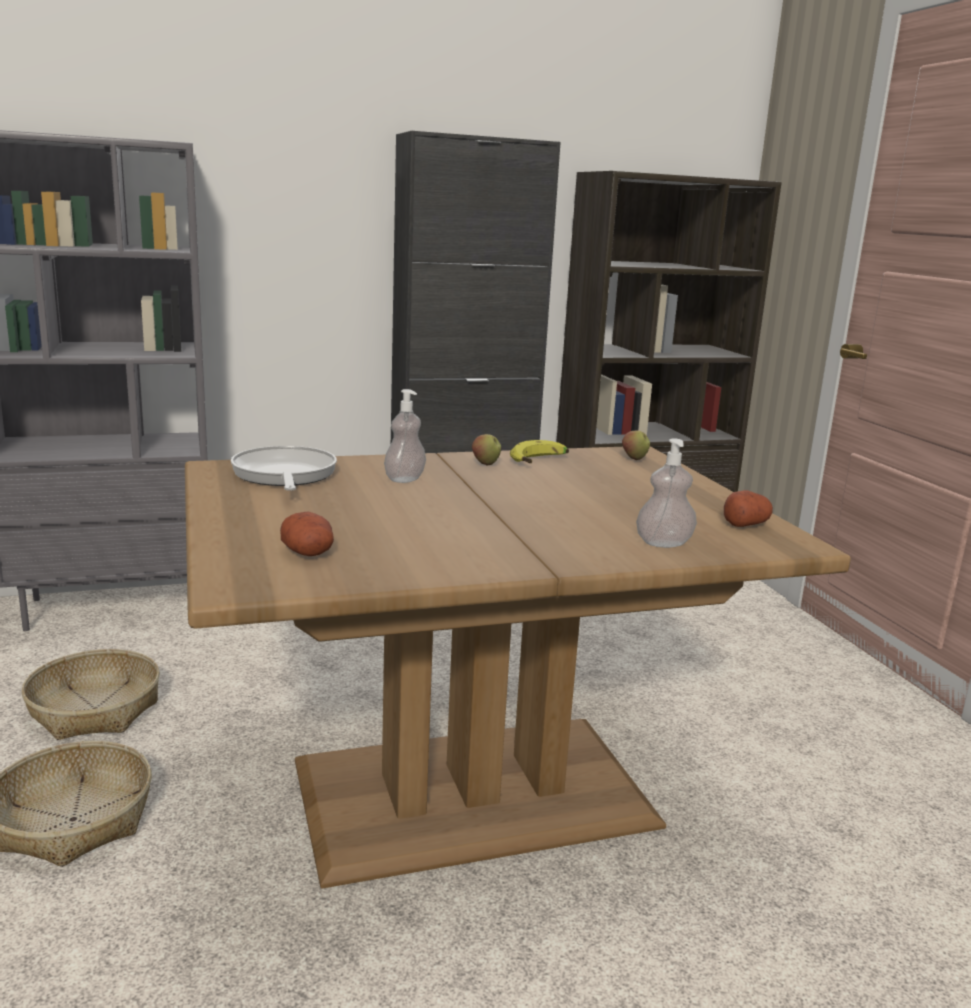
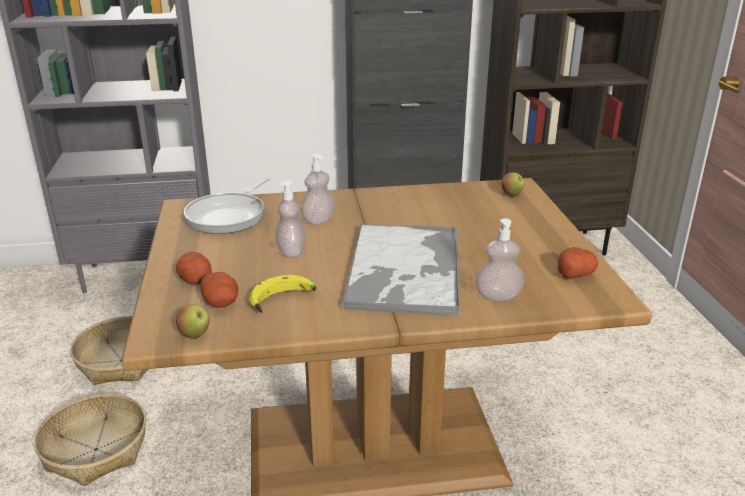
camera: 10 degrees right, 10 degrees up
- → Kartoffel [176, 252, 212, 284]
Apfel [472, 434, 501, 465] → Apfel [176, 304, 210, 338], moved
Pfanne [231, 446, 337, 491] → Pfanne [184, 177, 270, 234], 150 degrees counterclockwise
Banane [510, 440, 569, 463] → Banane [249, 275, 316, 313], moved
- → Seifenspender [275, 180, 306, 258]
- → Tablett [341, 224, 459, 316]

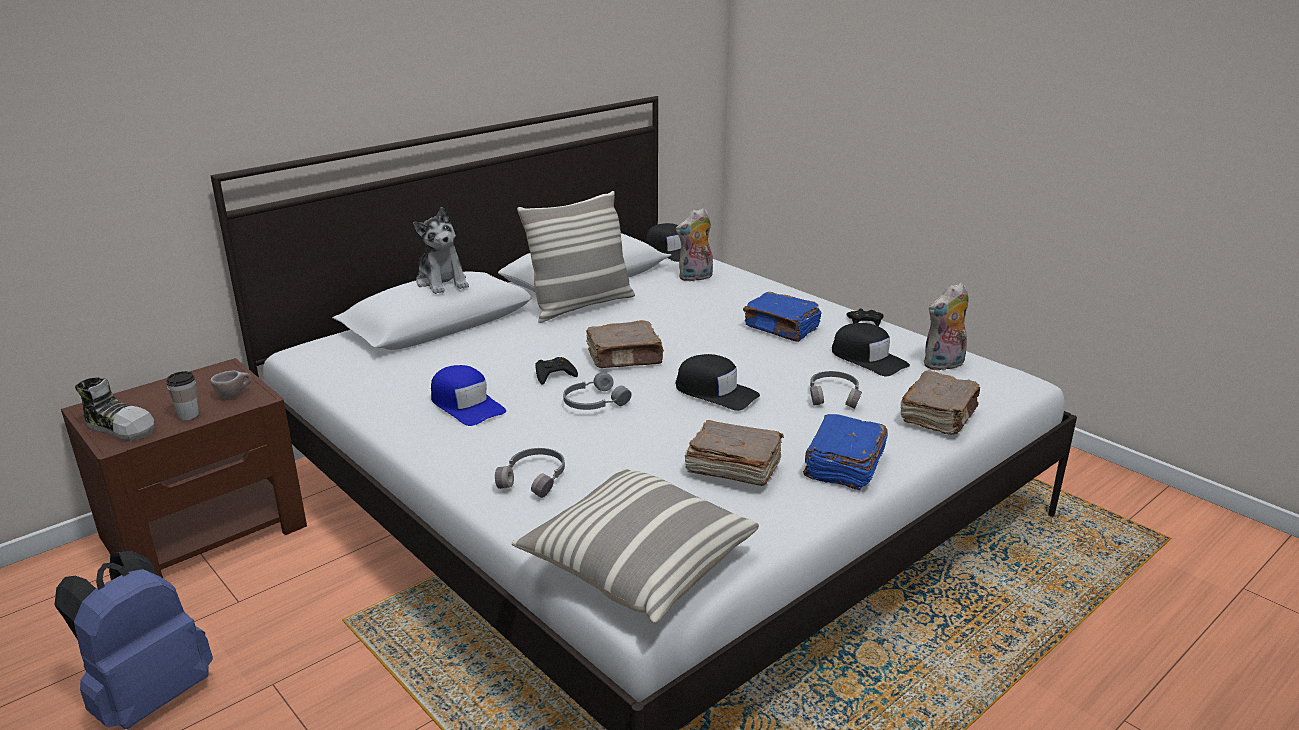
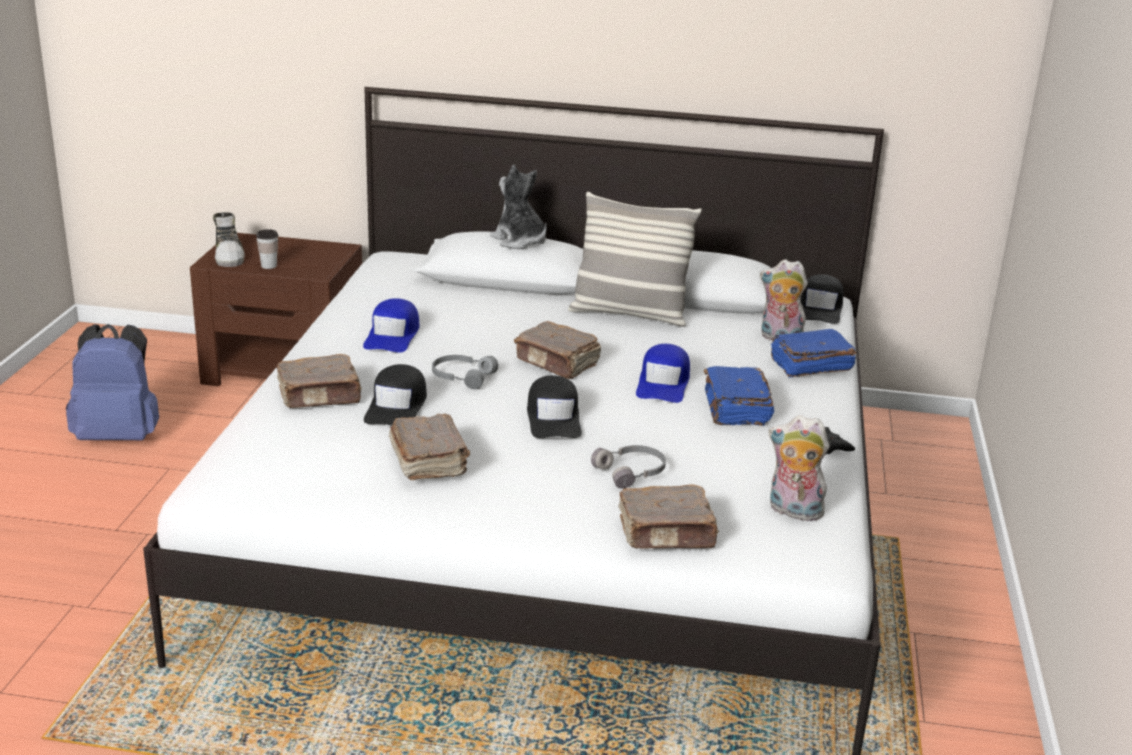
camera: 50 degrees right, 0 degrees up
Kopfhörer/grau [495, 448, 565, 498] → Buch/braun [277, 354, 362, 408]
Kappe/schwarz [832, 323, 910, 376] → Kappe/schwarz [364, 364, 427, 426], moved
Plüschtier [413, 207, 469, 294] → Plüschtier [490, 165, 547, 249], 120 degrees clockwise
- → Kappe/blau [636, 344, 690, 403]
Buch/blau [803, 414, 888, 490] → Buch/blau [770, 329, 857, 378], moved
Tasse/beige [210, 371, 252, 399] → -
Kissen [512, 468, 759, 624] → -
Gamepad/schwarz [535, 357, 578, 385] → -

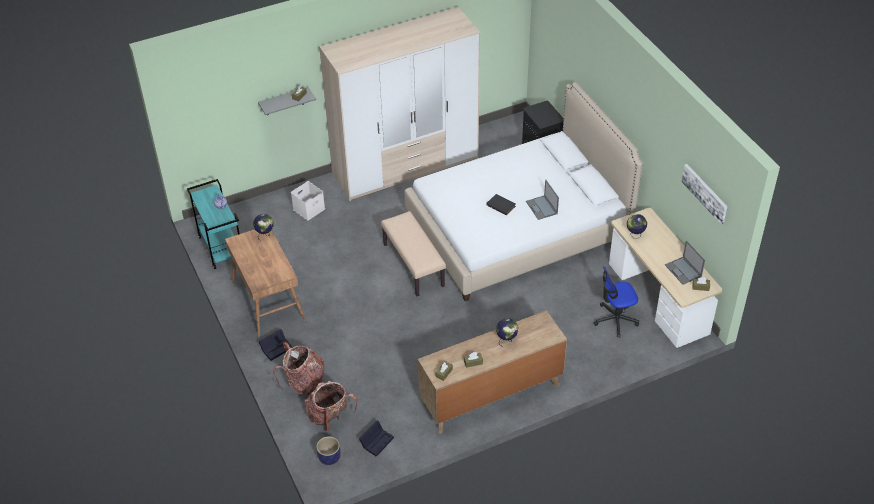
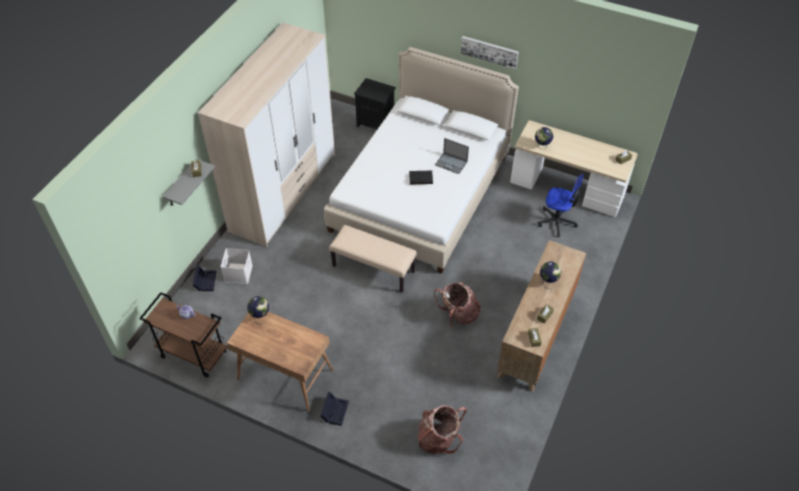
camera: 40 degrees left, 5 degrees up
Rollwagen/türkis [187, 179, 240, 269] → Rollwagen/braun [139, 292, 227, 378]
Aufbewahrungsbox/schwarz [359, 420, 394, 456] → Aufbewahrungsbox/schwarz [193, 265, 216, 291], moved
Rucksack [274, 342, 325, 395] → Rucksack [434, 282, 481, 329], moved
Bild [681, 164, 727, 224] → Bild [461, 36, 519, 69], moved
Bürostuhl [594, 266, 639, 338] → Bürostuhl [538, 174, 584, 237], 105 degrees counterclockwise
Pflanzkübel [316, 436, 341, 465] → -
Laptop [665, 241, 705, 285] → -

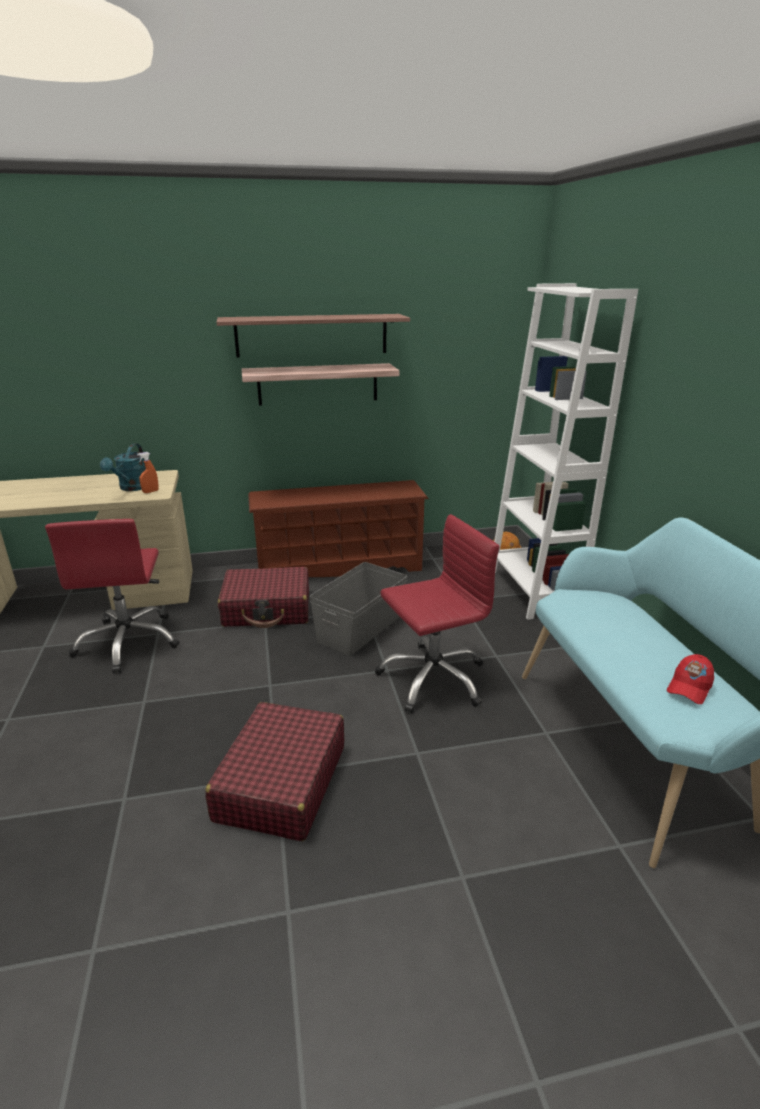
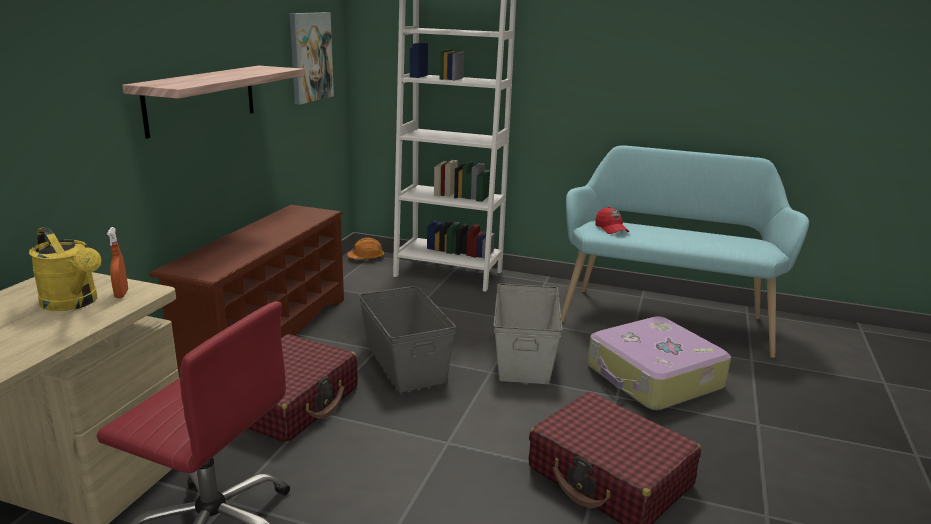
camera: 60 degrees left, 5 degrees down
Gießkanne/türkis [100, 443, 146, 491] → Gießkanne/gelb [29, 227, 101, 311]
- → Bild [290, 12, 334, 105]
Bürostuhl/rot [375, 514, 499, 713] → Aufbewahrungsbox/grau [494, 283, 563, 384]
- → Koffer [588, 316, 731, 410]
Kappe/rot [667, 654, 714, 704] → Kappe/rot [596, 207, 629, 234], moved
Wandregal [216, 314, 410, 358] → -

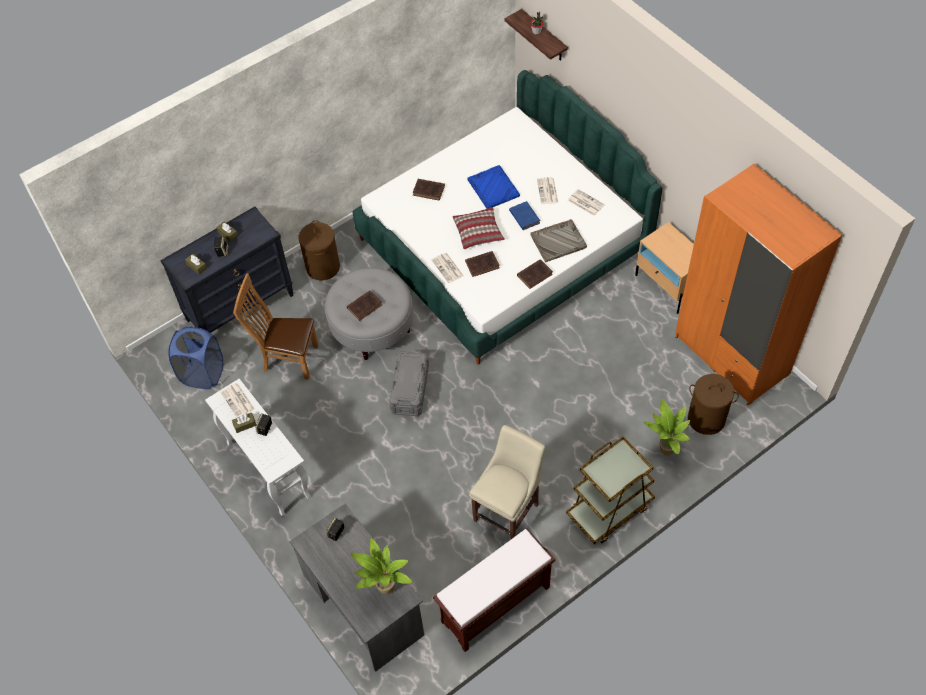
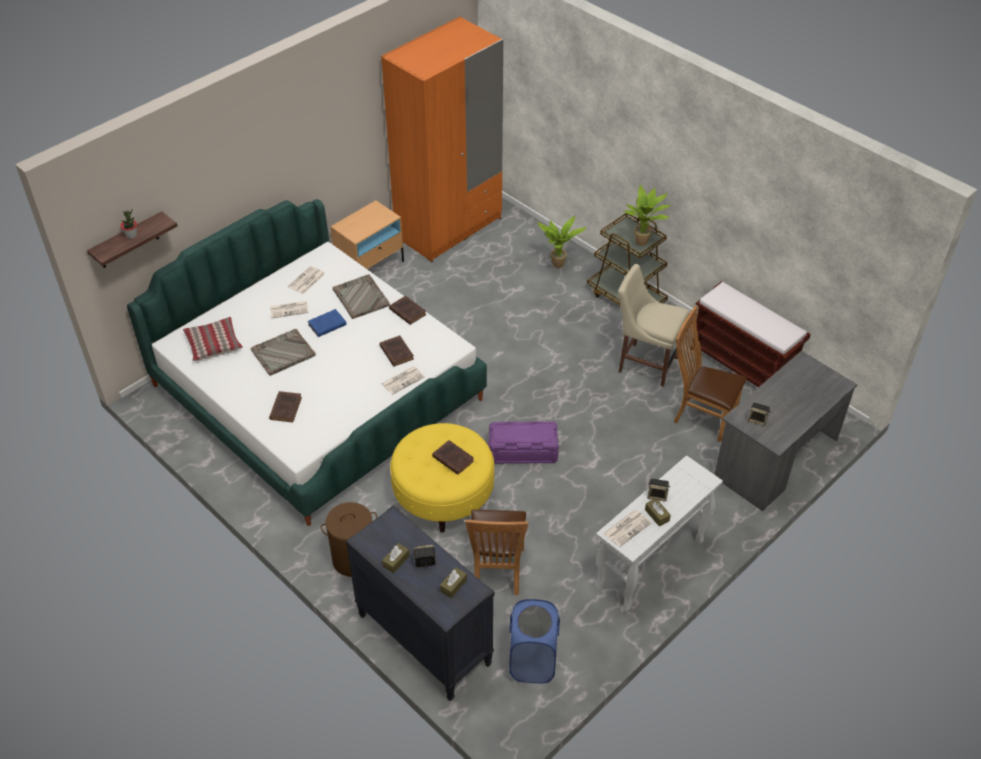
camera: 100 degrees left, 10 degrees down
Kissen [452, 207, 505, 249] → Kissen [183, 317, 243, 361], moved
Tablett/blau [467, 165, 520, 209] → Tablett/grau [251, 329, 316, 376]
Polsterhocker/grau [325, 268, 413, 360] → Polsterhocker/gelb [390, 423, 494, 533]
Aufbewahrungsbox/grau [389, 351, 429, 416] → Aufbewahrungsbox/lila [489, 421, 559, 464]
Topfpflanze [351, 538, 412, 594] → Topfpflanze [624, 184, 672, 246], moved
- → Stuhl/braun [674, 306, 747, 442]
Wäschekorb/braun [688, 374, 739, 435] → -

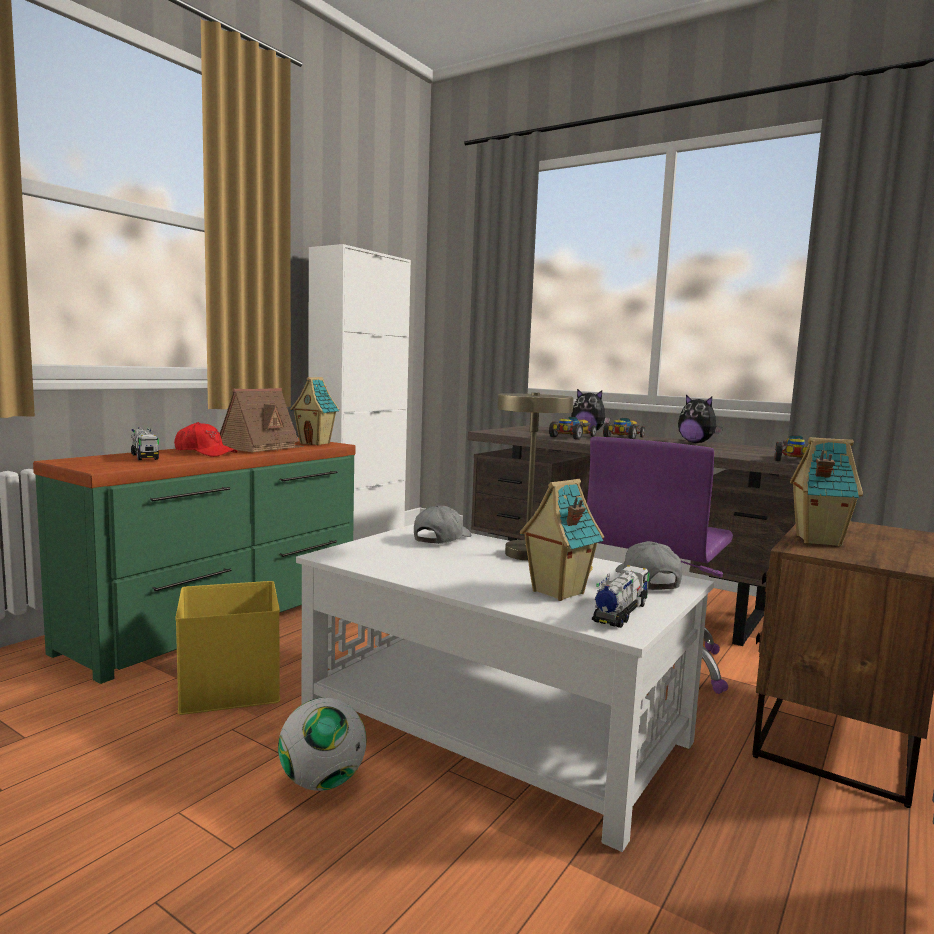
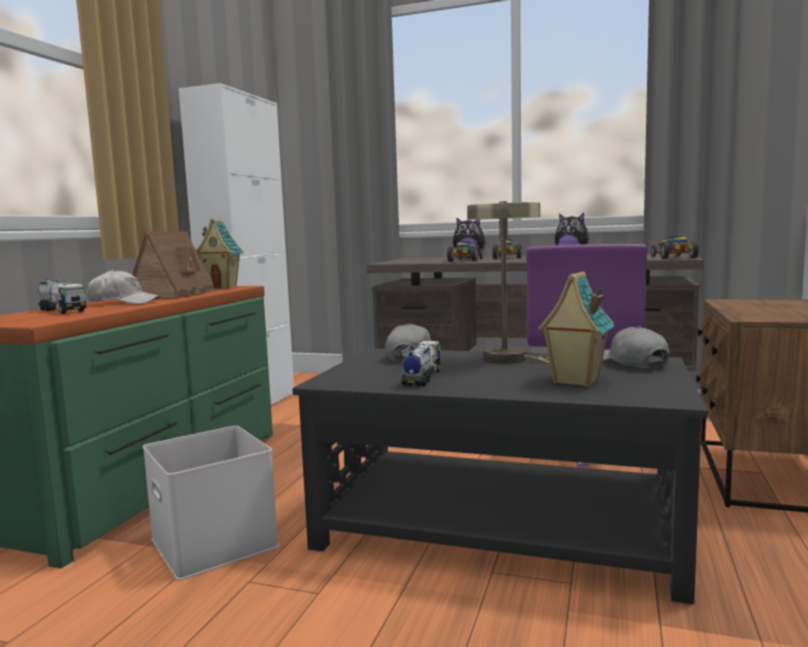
camera: 15 degrees left, 0 degrees up
Kappe/rot [174, 422, 238, 457] → Kappe/weiß [87, 270, 161, 304]
Aufbewahrungsbox/gelb [175, 581, 280, 715] → Aufbewahrungsbox/weiß [143, 426, 279, 580]
Couchtisch/weiß [296, 524, 714, 852] → Couchtisch/schwarz [292, 348, 708, 604]
Spielzeuglaster [592, 565, 650, 628] → Spielzeuglaster [401, 341, 441, 386], moved
Fußball [278, 698, 366, 791] → -
Spielzeughaus [790, 437, 863, 546] → -

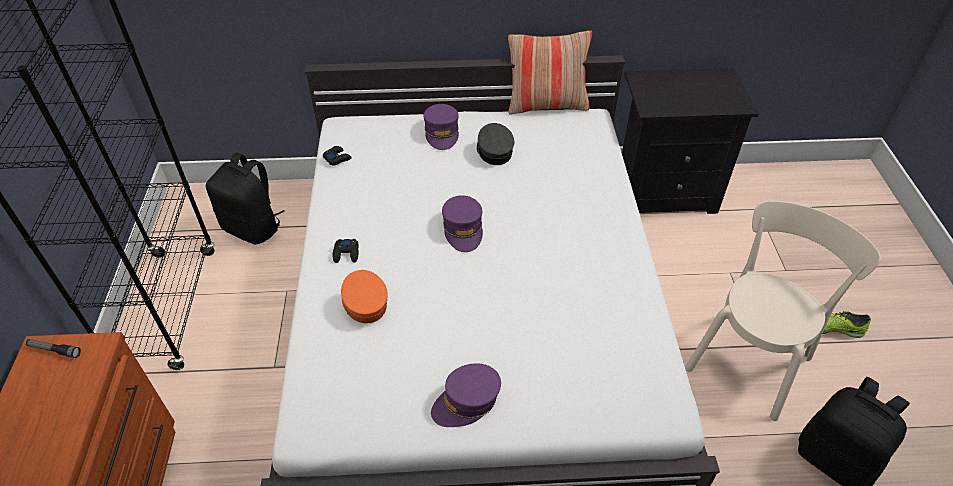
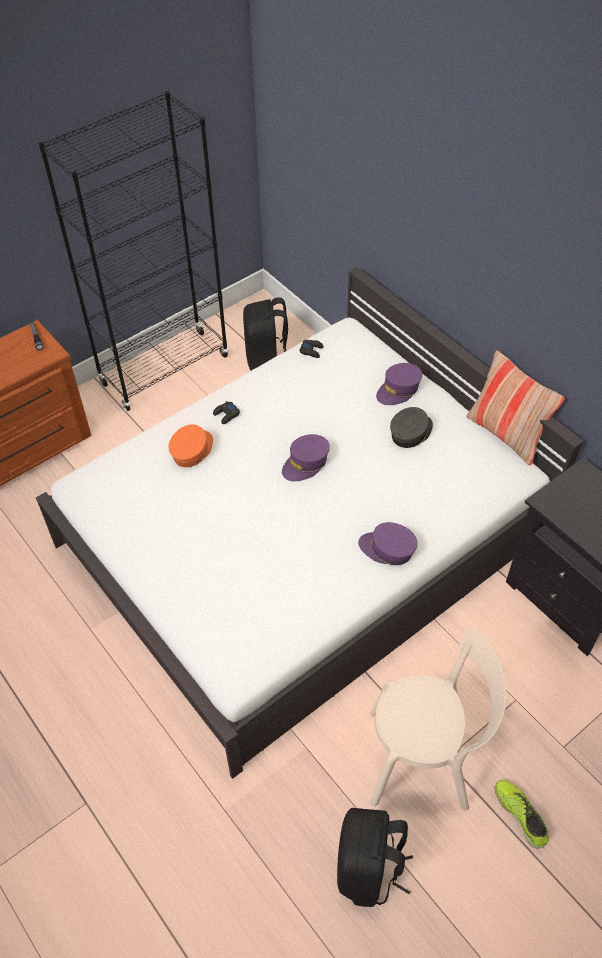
camera: 55 degrees right, 5 degrees up
Kappe/lila [431, 363, 501, 427] → Kappe/lila [358, 522, 418, 565], moved

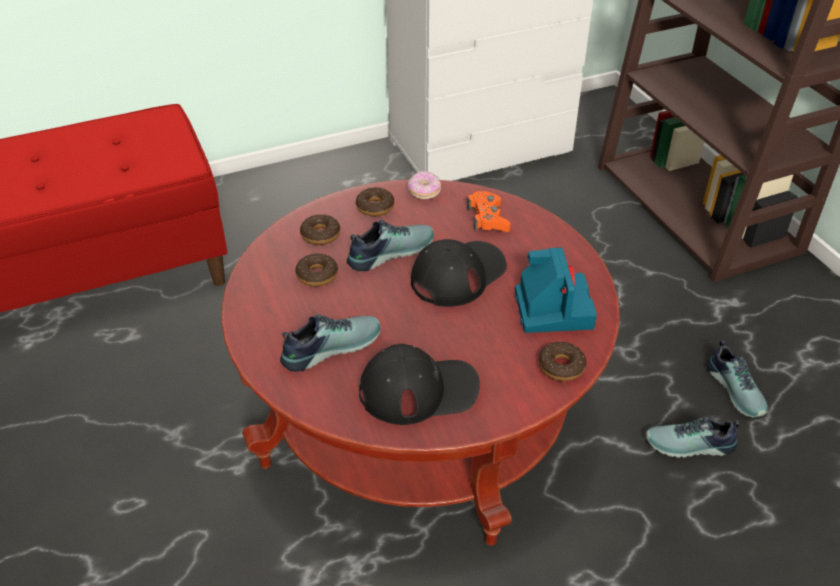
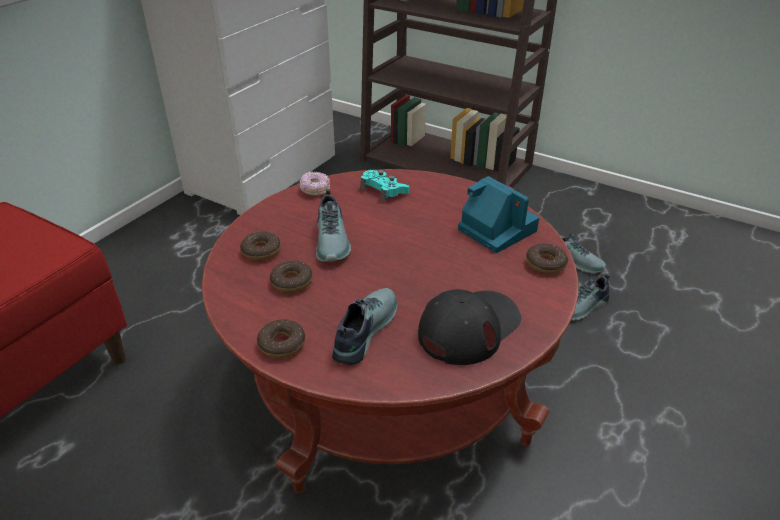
camera: 35 degrees left, 5 degrees down
Donut [356, 187, 394, 216] → Donut [257, 319, 305, 358], moved
Schuh [347, 219, 434, 271] → Schuh [316, 189, 351, 262], 150 degrees clockwise
Gamepad/orange [467, 191, 511, 232] → Gamepad/türkis [361, 170, 409, 202]
Kappe/schwarz [411, 239, 507, 307] → -

